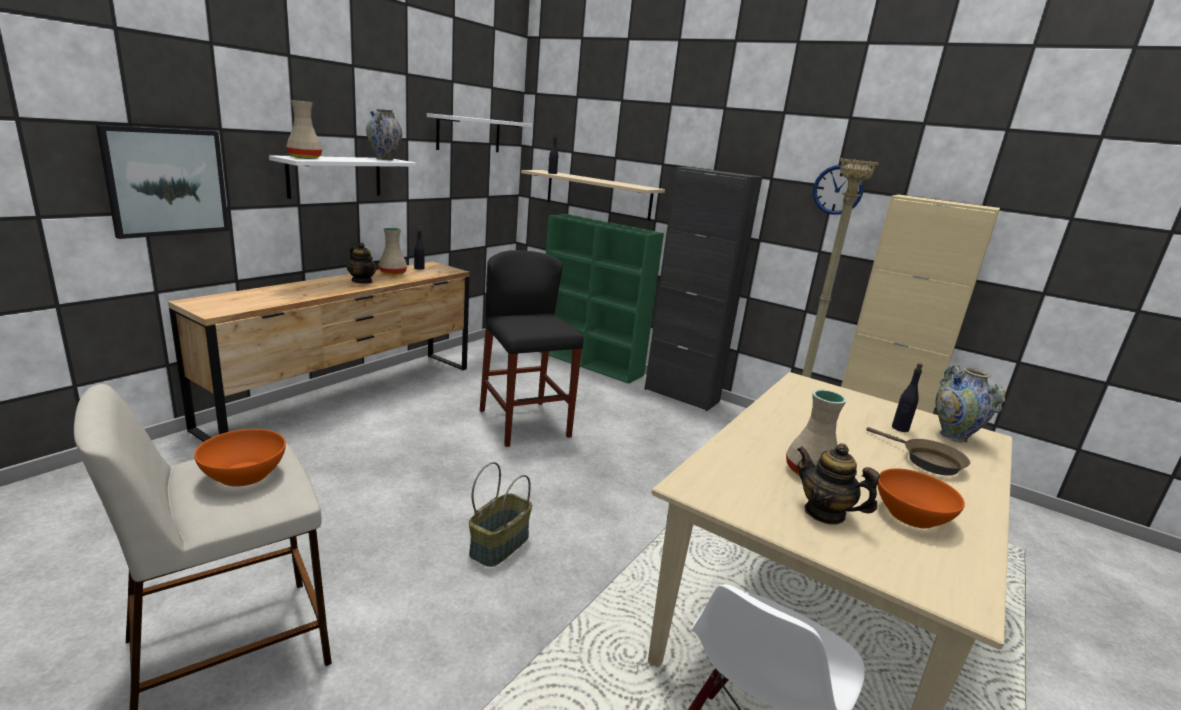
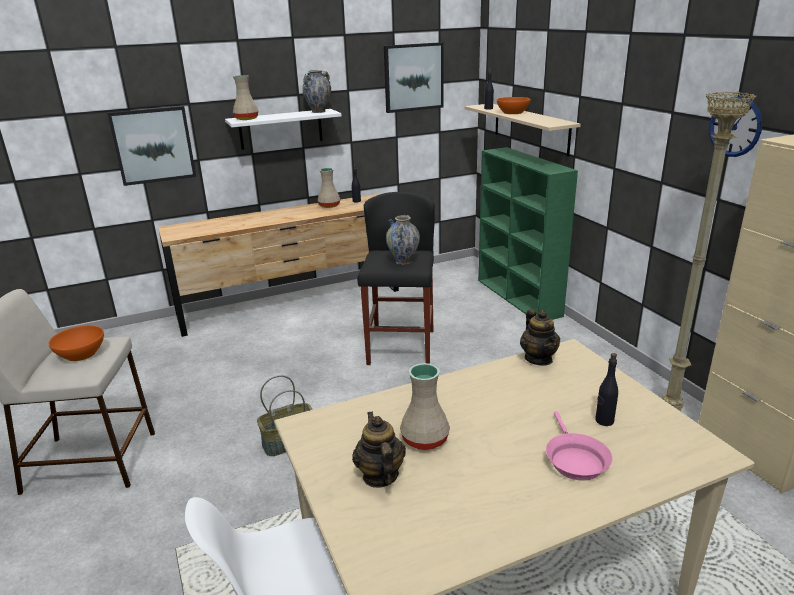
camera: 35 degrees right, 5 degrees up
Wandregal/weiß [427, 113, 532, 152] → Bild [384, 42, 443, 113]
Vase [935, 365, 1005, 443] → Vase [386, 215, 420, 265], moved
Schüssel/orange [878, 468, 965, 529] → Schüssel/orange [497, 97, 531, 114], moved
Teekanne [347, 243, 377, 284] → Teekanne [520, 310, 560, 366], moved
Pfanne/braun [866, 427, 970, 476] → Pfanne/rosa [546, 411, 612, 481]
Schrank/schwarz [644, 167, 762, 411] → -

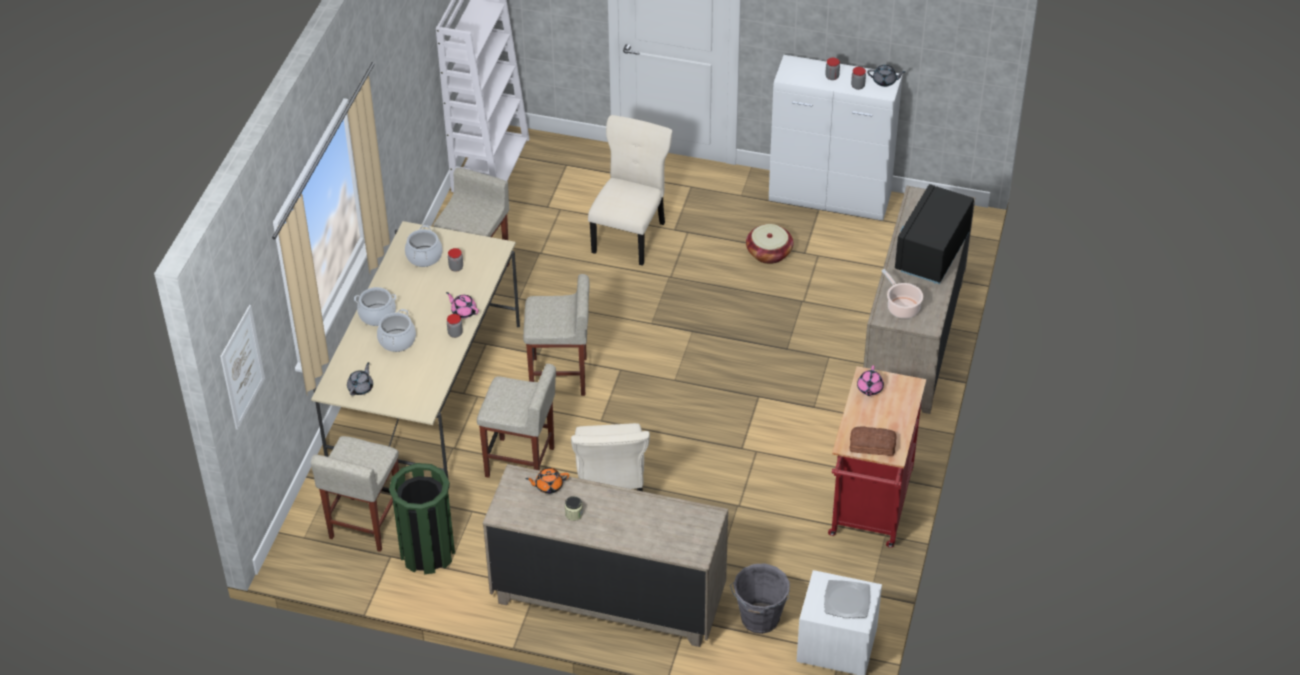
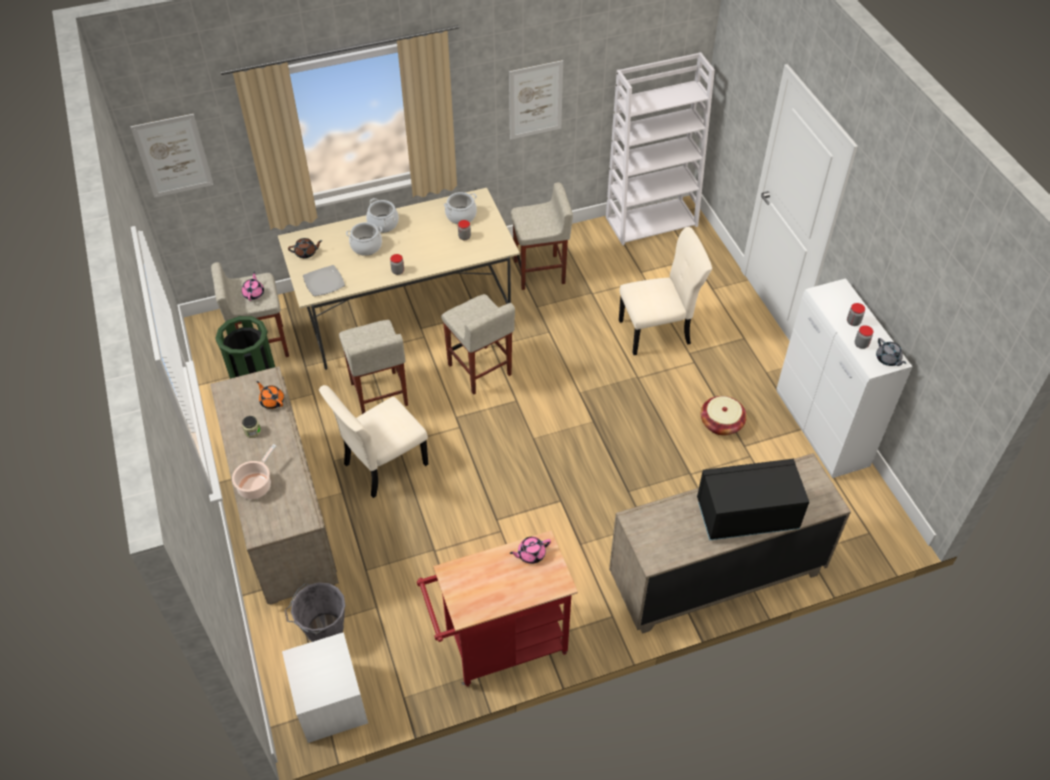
camera: 55 degrees right, 5 degrees up
Kochtopf [882, 269, 923, 319] → Kochtopf [232, 444, 276, 499], moved
Teekanne/rosa [446, 292, 479, 318] → Teekanne/rosa [242, 271, 264, 301], moved
Teekanne/grau [347, 362, 373, 396] → Teekanne/braun [288, 238, 323, 259]
Teller [824, 580, 870, 618] → Teller [303, 265, 345, 296], moved
- → Bild [509, 60, 563, 140]
Brot [850, 426, 896, 456] → -

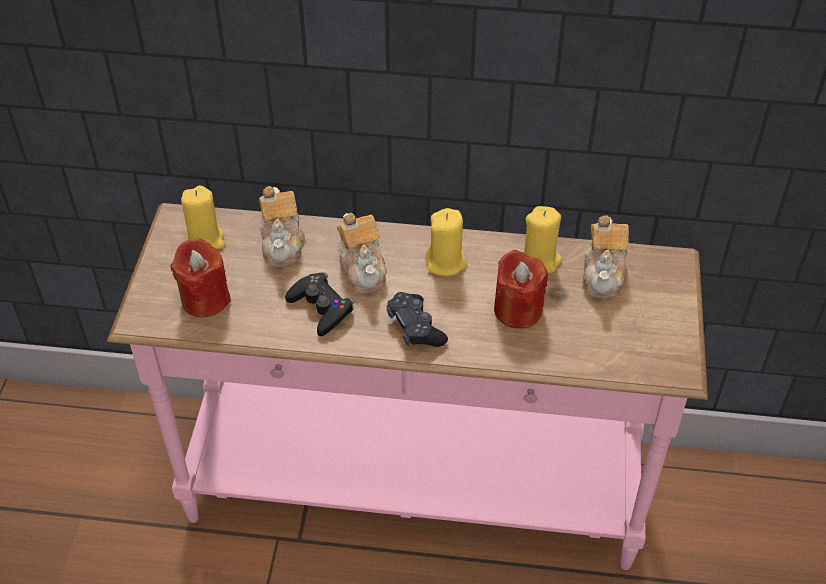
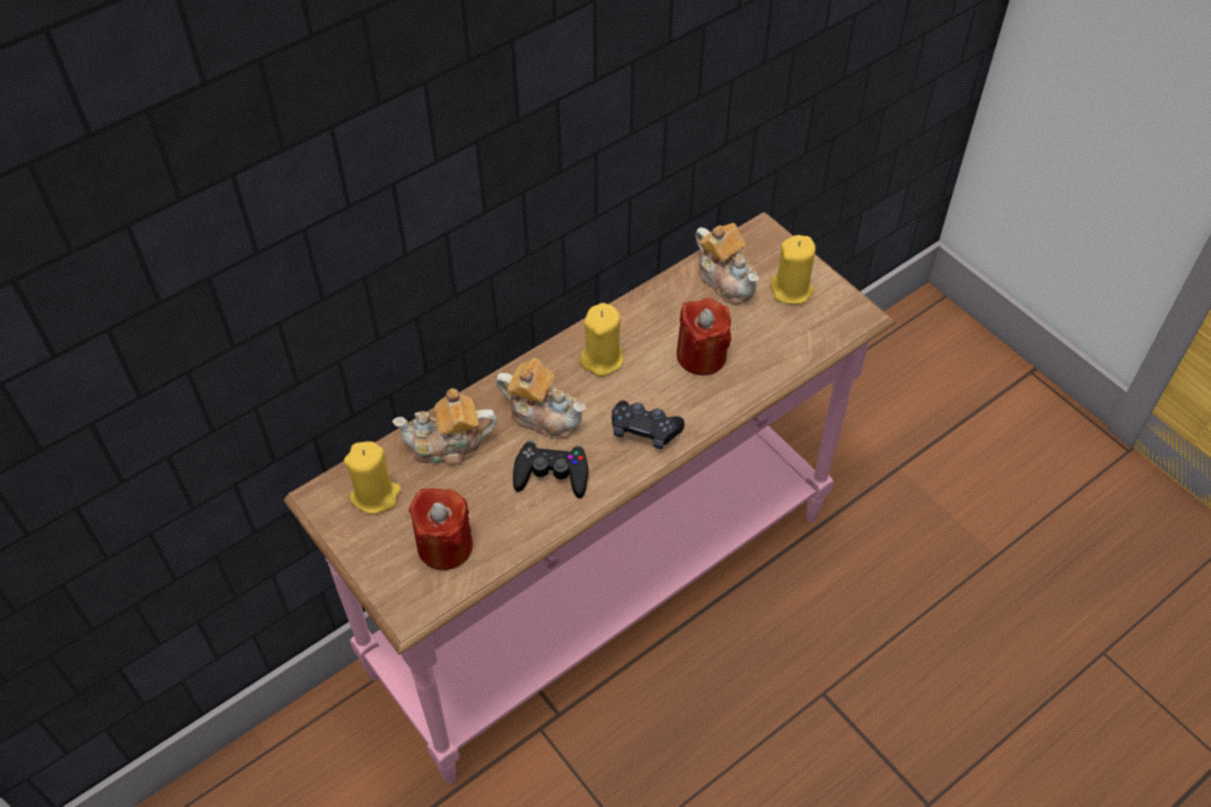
camera: 45 degrees left, 5 degrees up
Teekanne [259, 186, 305, 267] → Teekanne [392, 388, 497, 466], 135 degrees clockwise
Kerze/gelb [523, 206, 563, 273] → Kerze/gelb [770, 235, 816, 305], moved

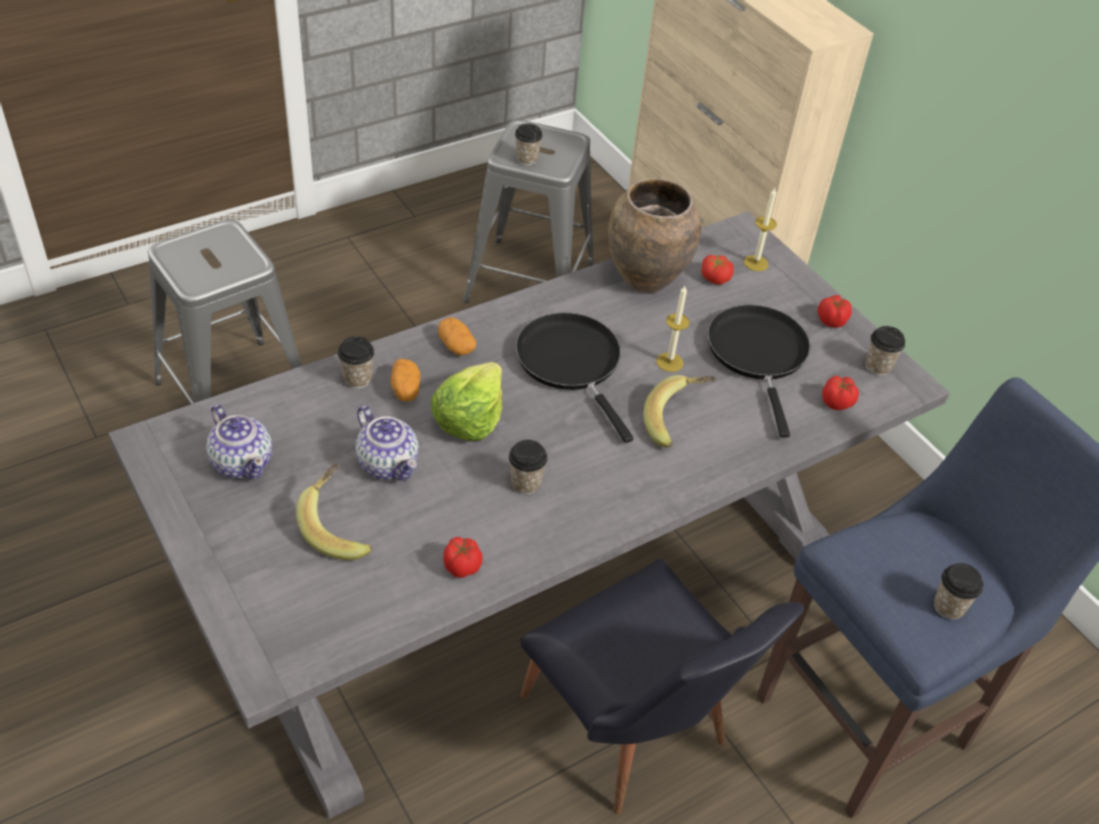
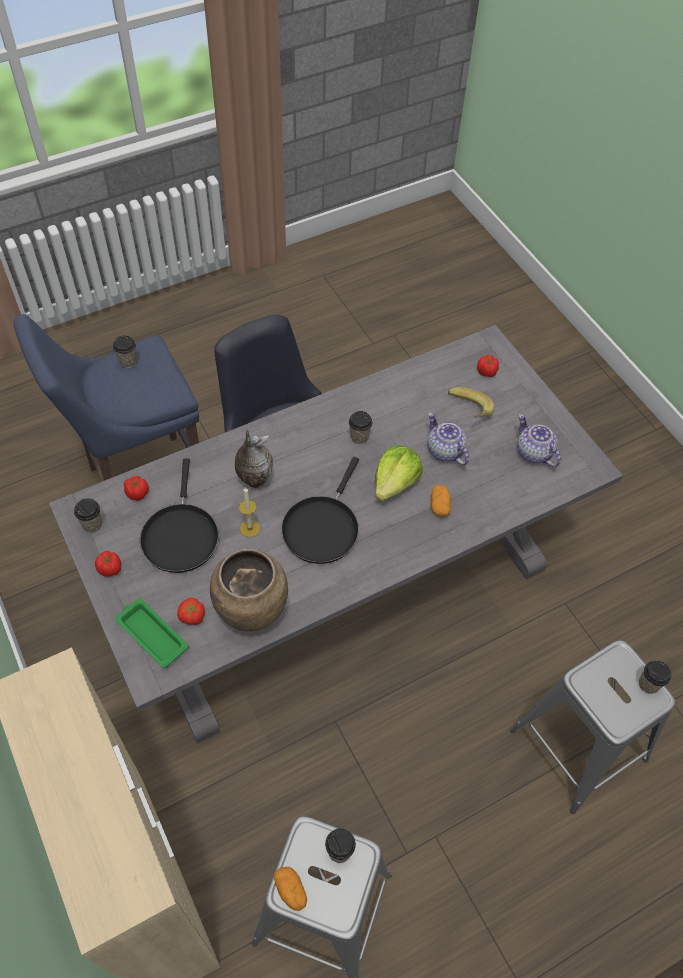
camera: 175 degrees left, 10 degrees up
Kerze [744, 188, 777, 271] → Tablett/grün [115, 598, 189, 668]
Banane [643, 375, 716, 448] → Vase [235, 429, 273, 488]
Kartoffel [438, 318, 476, 356] → Kartoffel [274, 867, 307, 911], moved
Pfanne/schwarz [516, 313, 634, 443] → Pfanne/schwarz [281, 457, 359, 564], 45 degrees clockwise
Tomate [443, 537, 482, 578] → Tomate [477, 355, 499, 377], moved
Tasse [338, 336, 374, 389] → Tasse [639, 661, 671, 694], moved

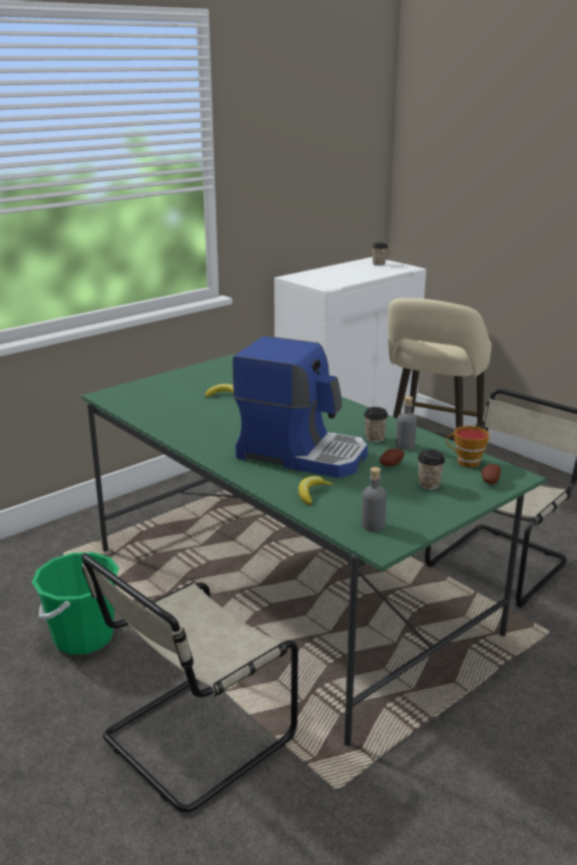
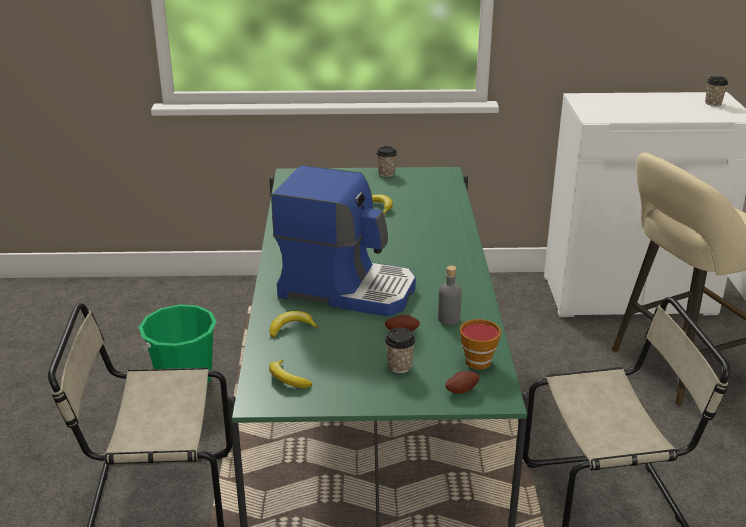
camera: 40 degrees right, 5 degrees up
Flasche/grau [362, 467, 387, 531] → Banane [269, 360, 312, 388]
Kaffeemaschine [233, 336, 368, 478] → Kaffeemaschine [271, 165, 416, 317], 45 degrees counterclockwise
Tasse [364, 407, 388, 443] → Tasse [376, 146, 397, 177], moved

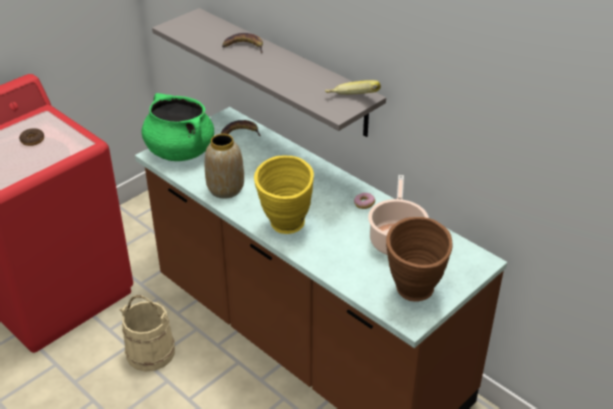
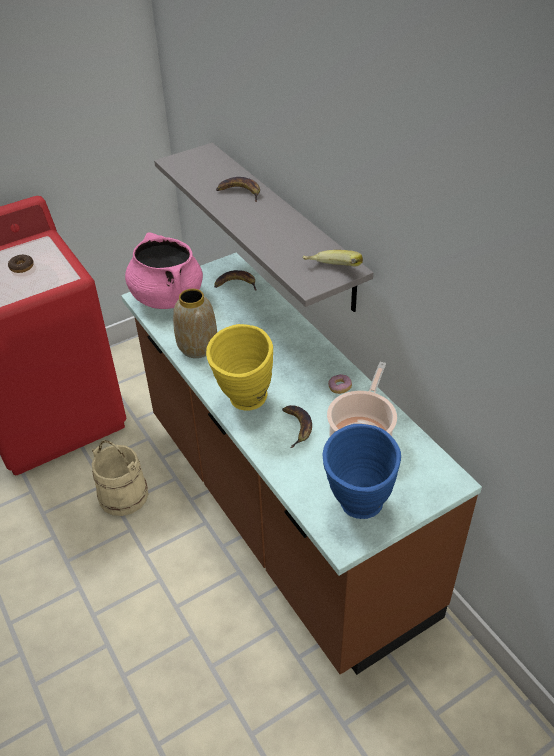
camera: 15 degrees right, 5 degrees up
Kochtopf/grün [142, 93, 214, 161] → Kochtopf/rosa [125, 232, 203, 309]
- → Banane [282, 405, 312, 448]
Vase/braun [386, 217, 452, 301] → Vase/blau [323, 424, 401, 519]

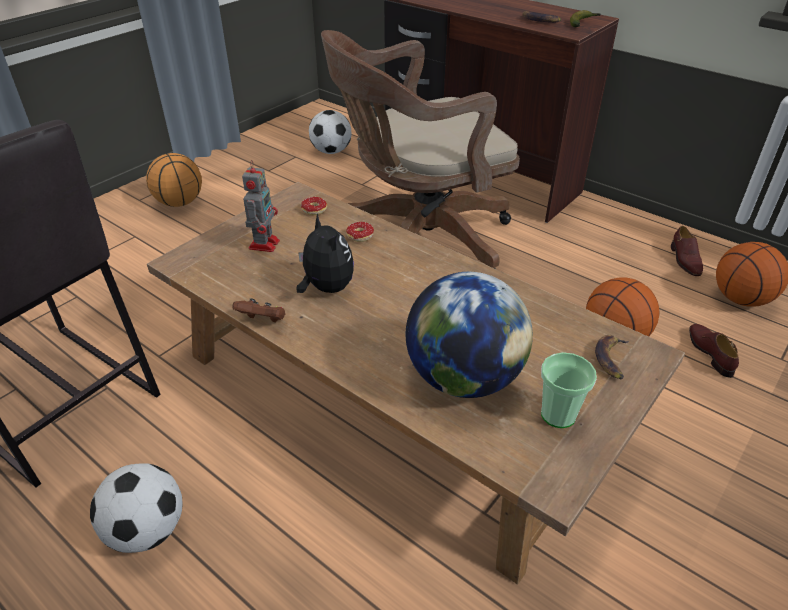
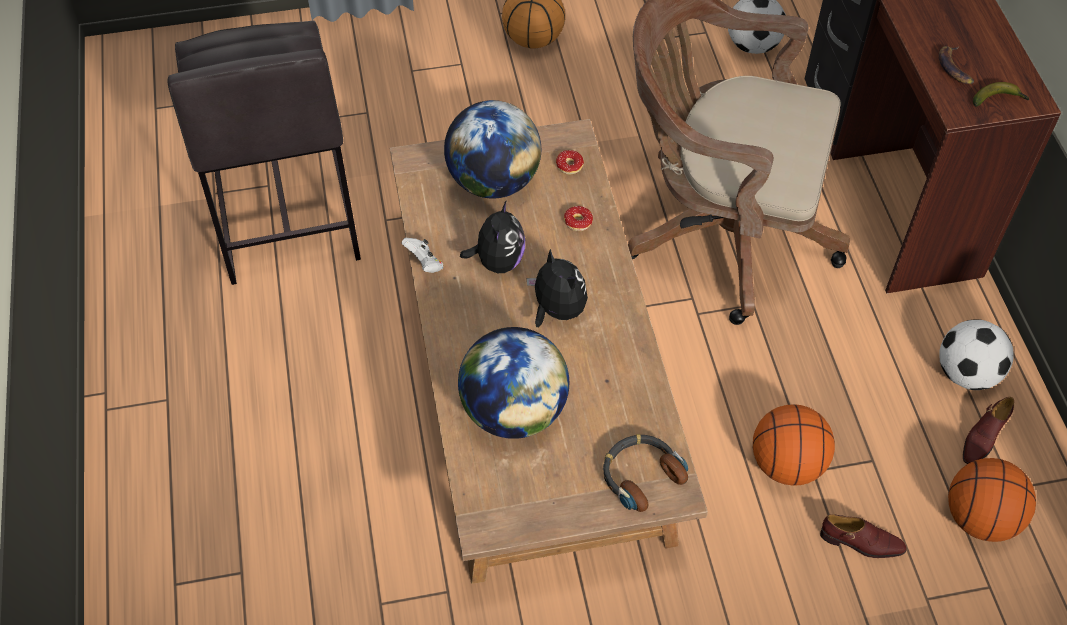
camera: 40 degrees right, 15 degrees up
Gamepad/braun [233, 298, 285, 323] → Gamepad/weiß [401, 238, 443, 273]
Spielzeugroboter [242, 160, 280, 252] → Globus [444, 100, 541, 199]
- → Plüschtier [527, 249, 588, 327]
Banane [595, 335, 629, 379] → Kopfhörer [603, 434, 688, 512]
Schuh/braun [689, 324, 739, 378] → Schuh/braun [820, 514, 907, 558], 75 degrees clockwise
Fußball [90, 463, 182, 553] → Fußball [939, 319, 1014, 390], moved
Tasse [541, 352, 597, 428] → -

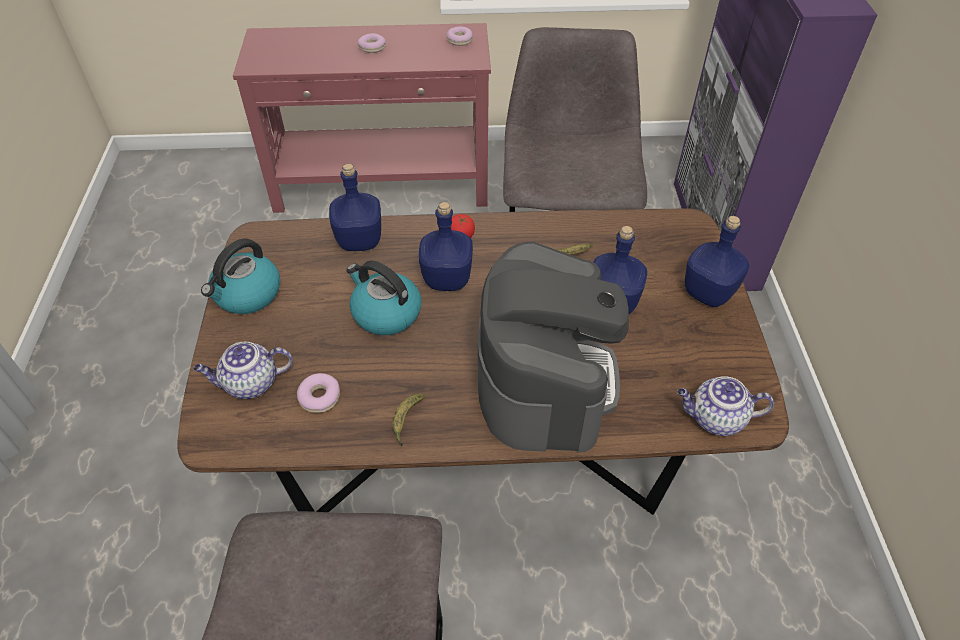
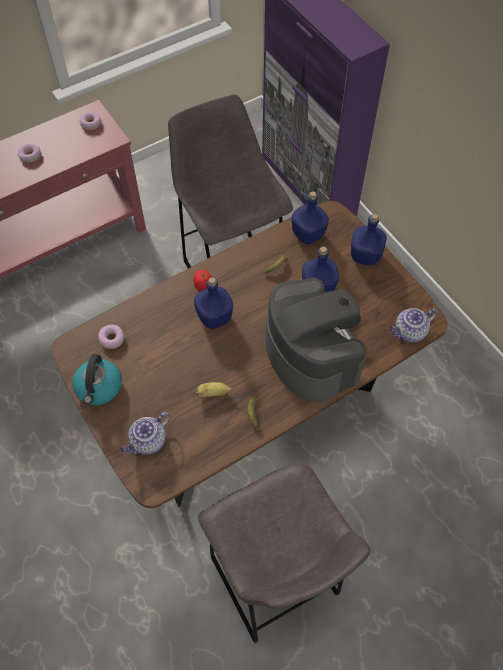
camera: 30 degrees left, 10 degrees up
Donut [297, 373, 340, 413] → Donut [98, 325, 124, 349], moved
- → Banane [194, 382, 232, 397]
Flasche/blau [329, 164, 381, 251] → Flasche/blau [292, 191, 329, 244], moved
Wasserkessel [346, 260, 421, 335] → -

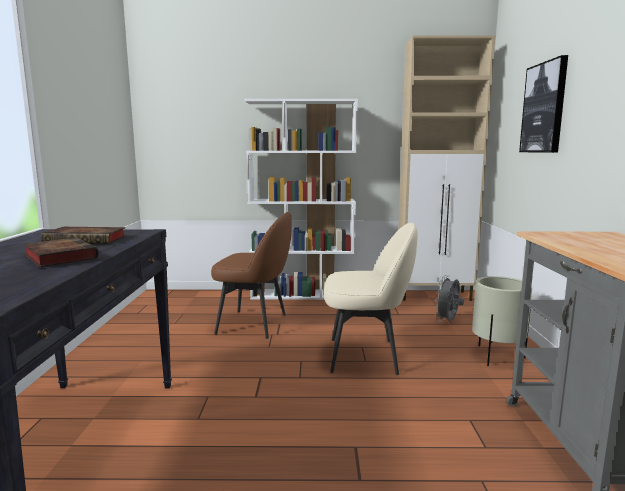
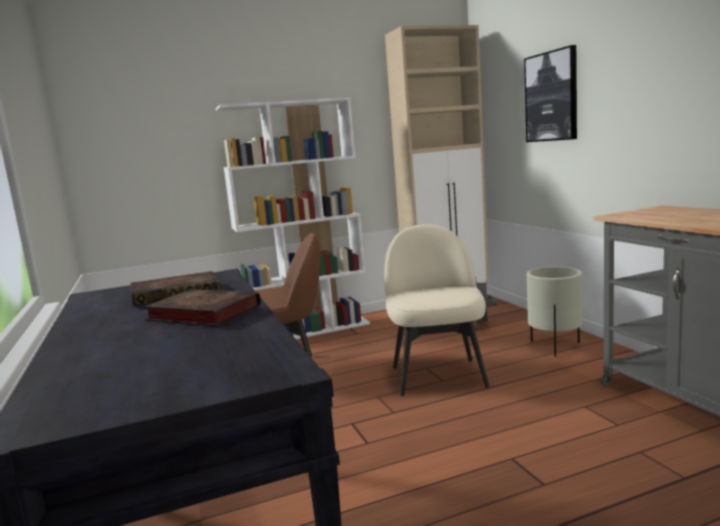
camera: 20 degrees left, 0 degrees up
Stuhl/beige [324, 223, 418, 375] → Stuhl/beige [384, 224, 490, 396], 75 degrees counterclockwise

